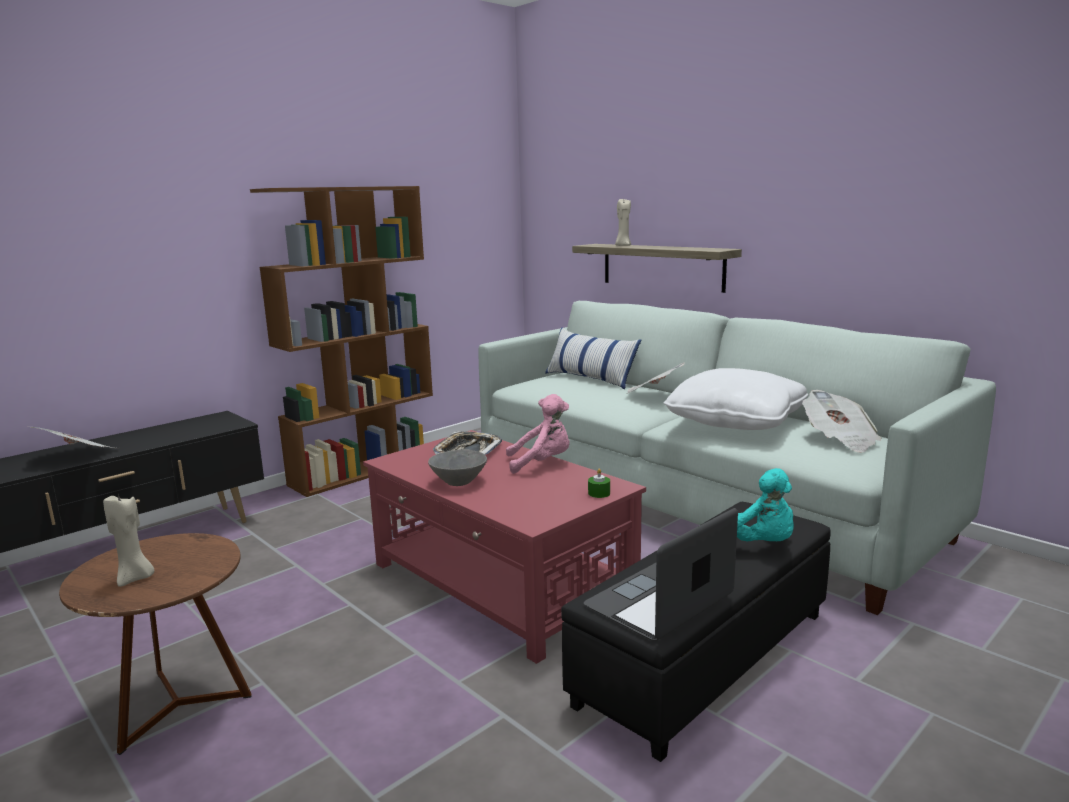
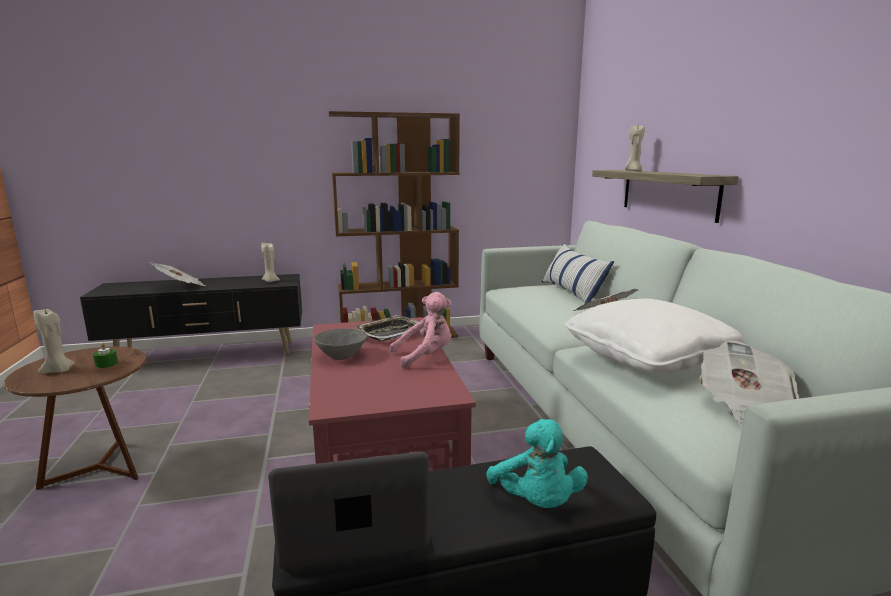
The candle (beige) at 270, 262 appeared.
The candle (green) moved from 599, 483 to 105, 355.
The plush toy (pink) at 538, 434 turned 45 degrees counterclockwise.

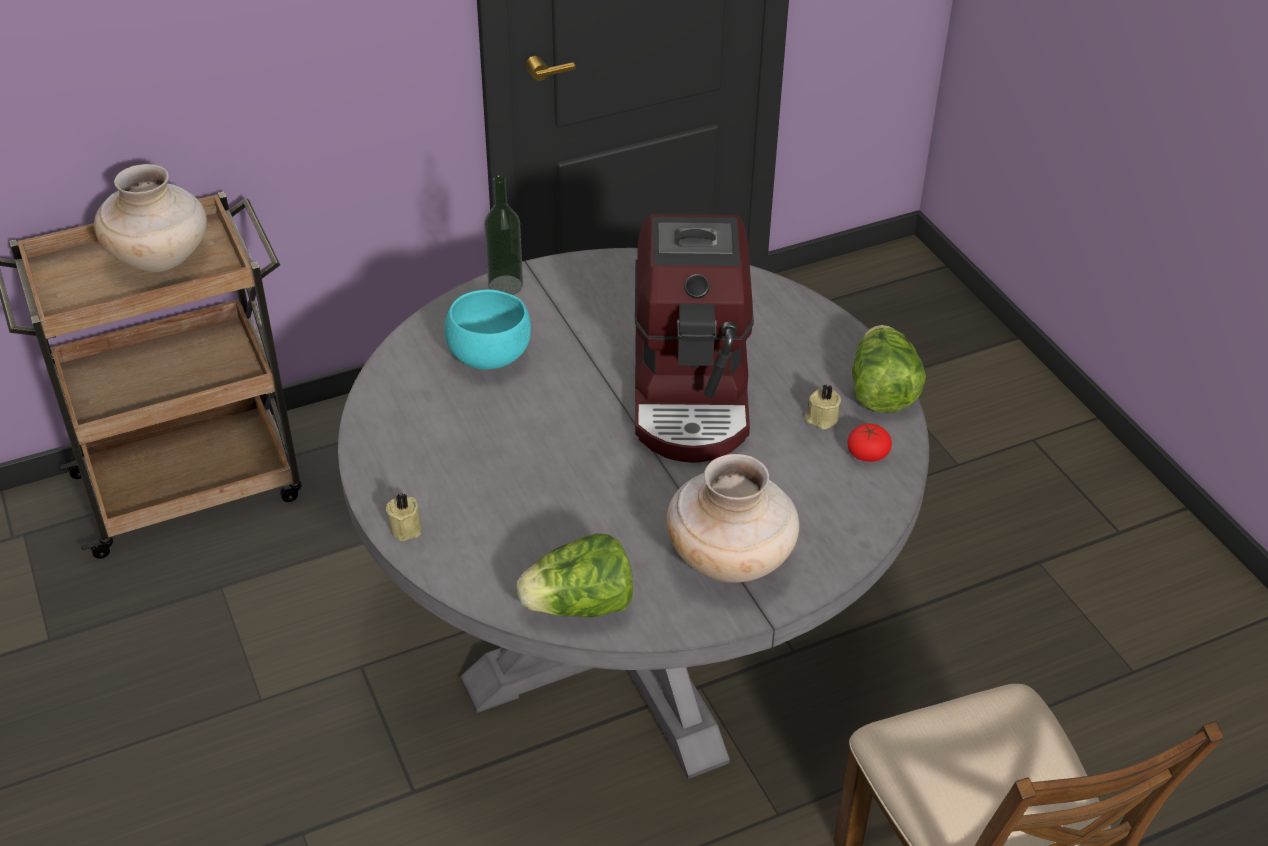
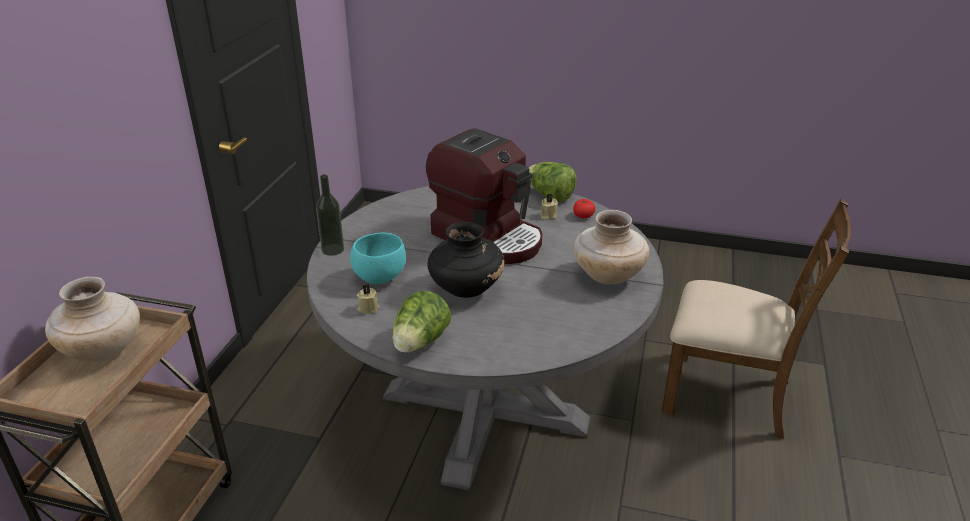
The vase (black) at 465, 260 appeared.
The candle (beige) moved from 403, 517 to 368, 299.
The lettuce moved from 575, 575 to 421, 321.

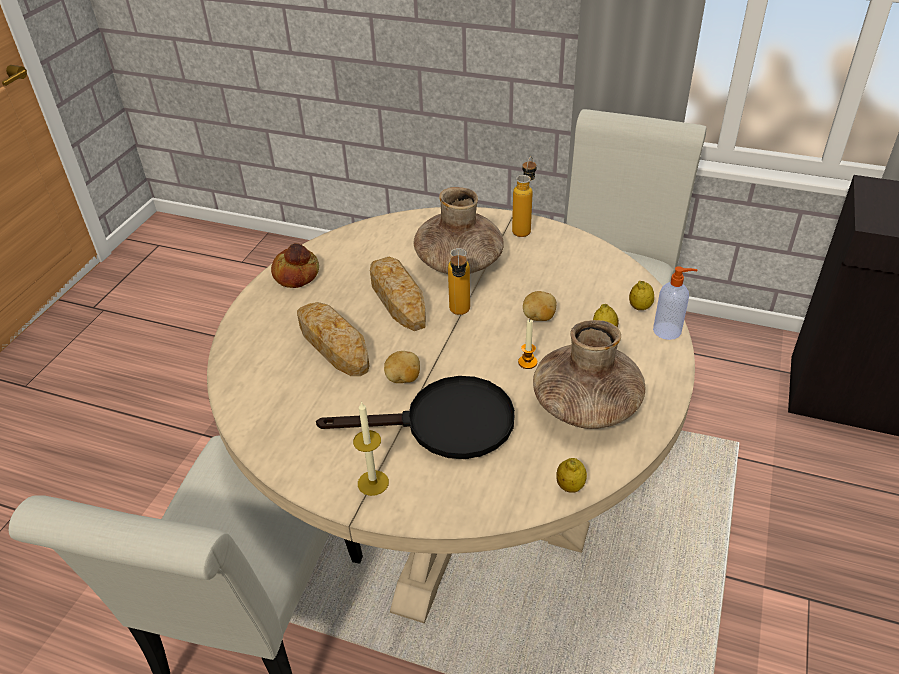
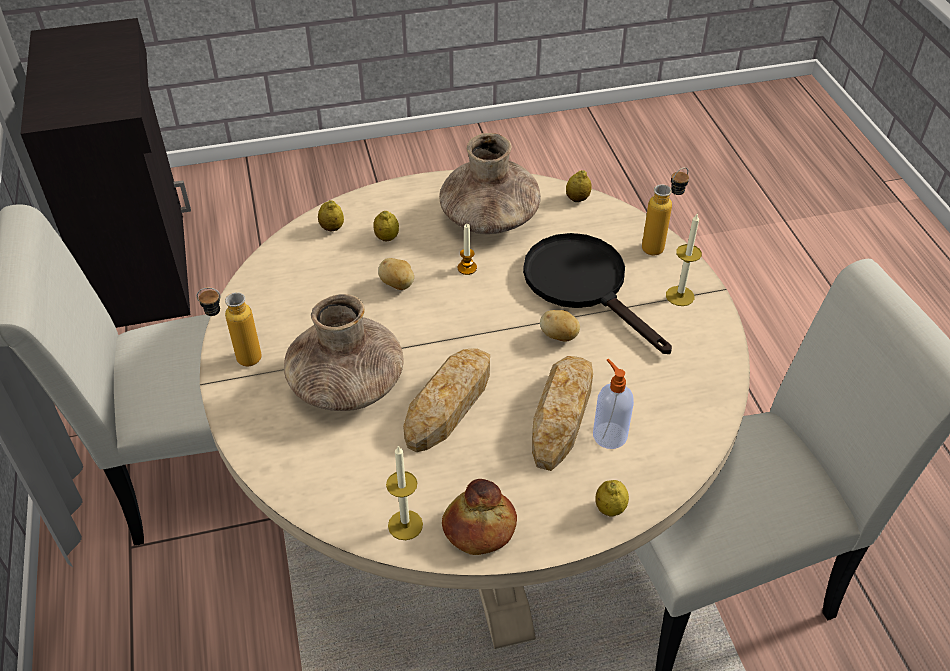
The candle at 404, 493 appeared.
The lemon at 612, 498 appeared.
The bottle moved from 459, 281 to 665, 211.
The soap dispenser moved from 675, 303 to 613, 404.

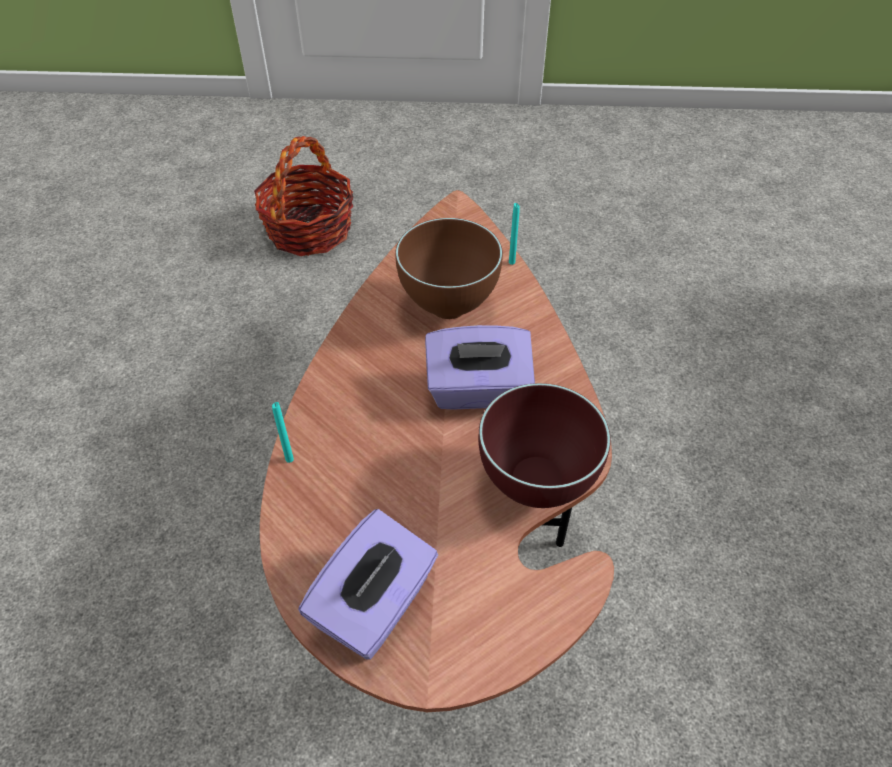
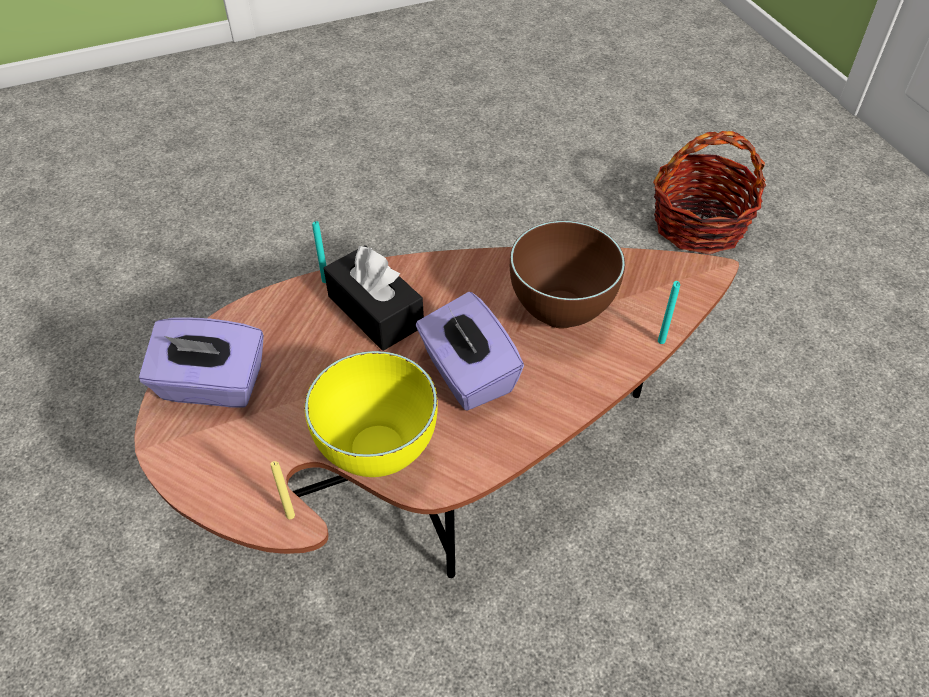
The candle (yellow) at 282, 490 appeared.
The tissue box (black) at 374, 297 appeared.
The bowl (brown) at 545, 445 became the bowl (yellow) at 371, 414.

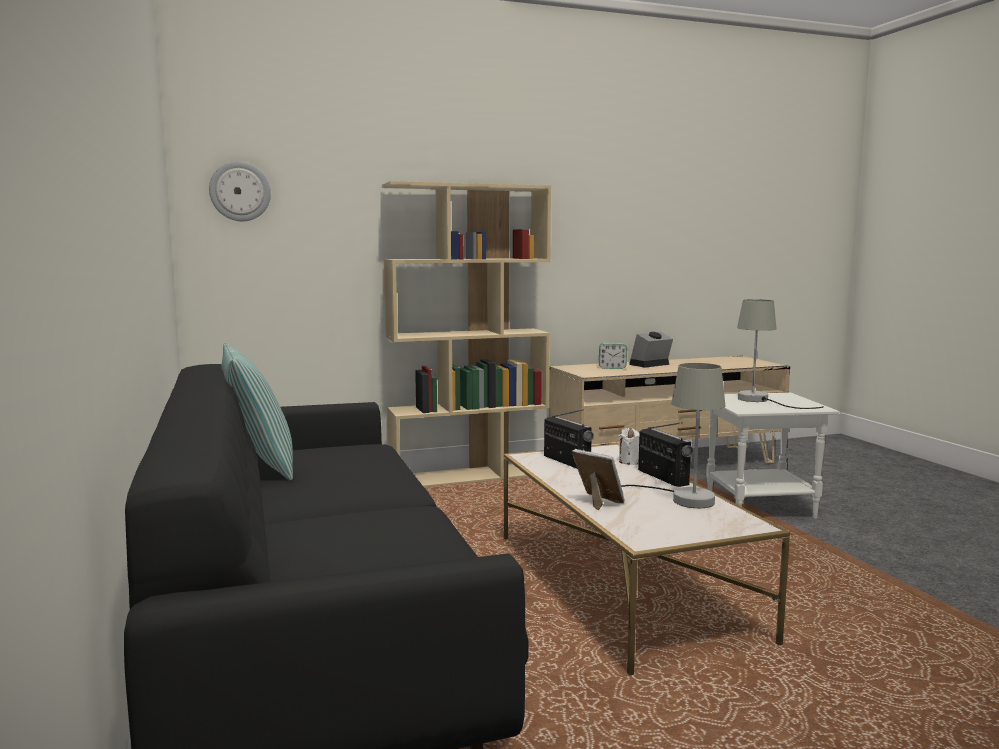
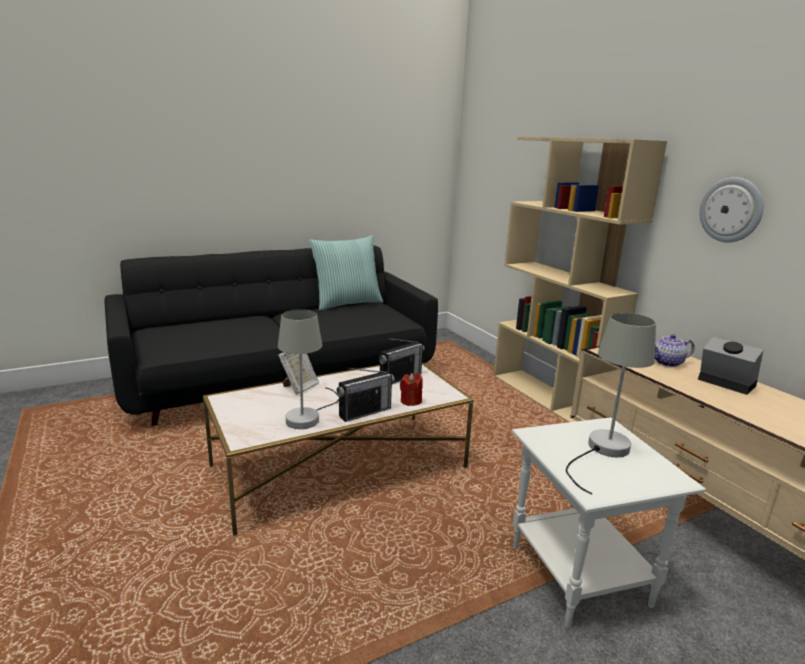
The wall clock moved from 240, 191 to 731, 210.
The alarm clock at 613, 356 was replaced by the teapot at 675, 350.
The candle (white) at 628, 446 became the candle (red) at 411, 389.

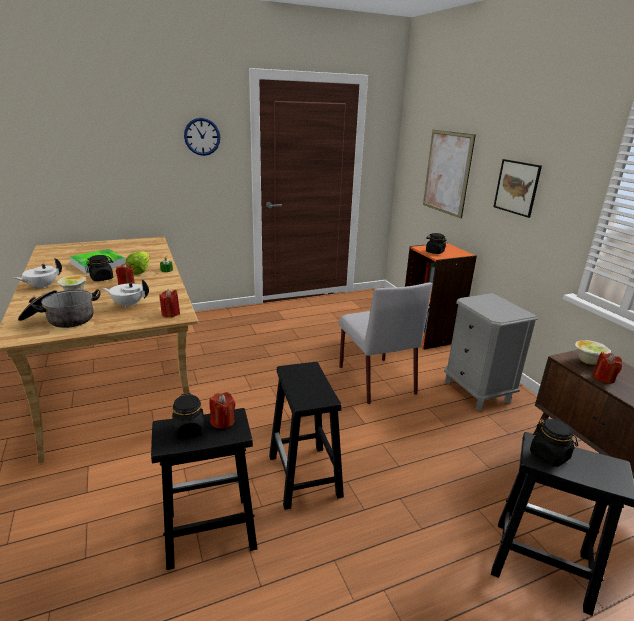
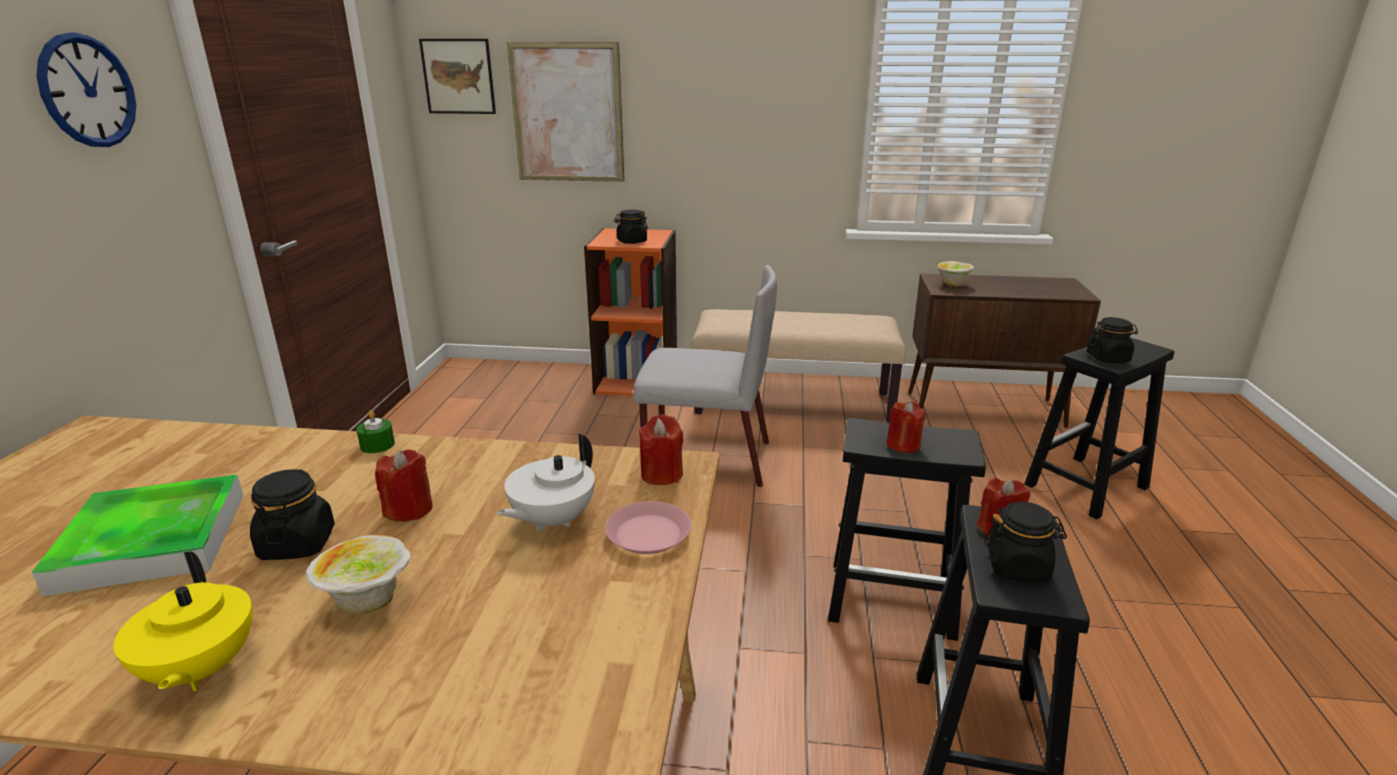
The cooking pot at 59, 308 disappeared.
The lettuce at 137, 263 disappeared.
The plate (pink) at 648, 527 appeared.
The picture moved from 517, 188 to 457, 76.
The candle (red) moved from 607, 368 to 906, 427.
The nightstand (grey) at 491, 352 was replaced by the bench (beige) at 798, 366.
The teapot (white) at 38, 273 became the teapot (yellow) at 183, 621.

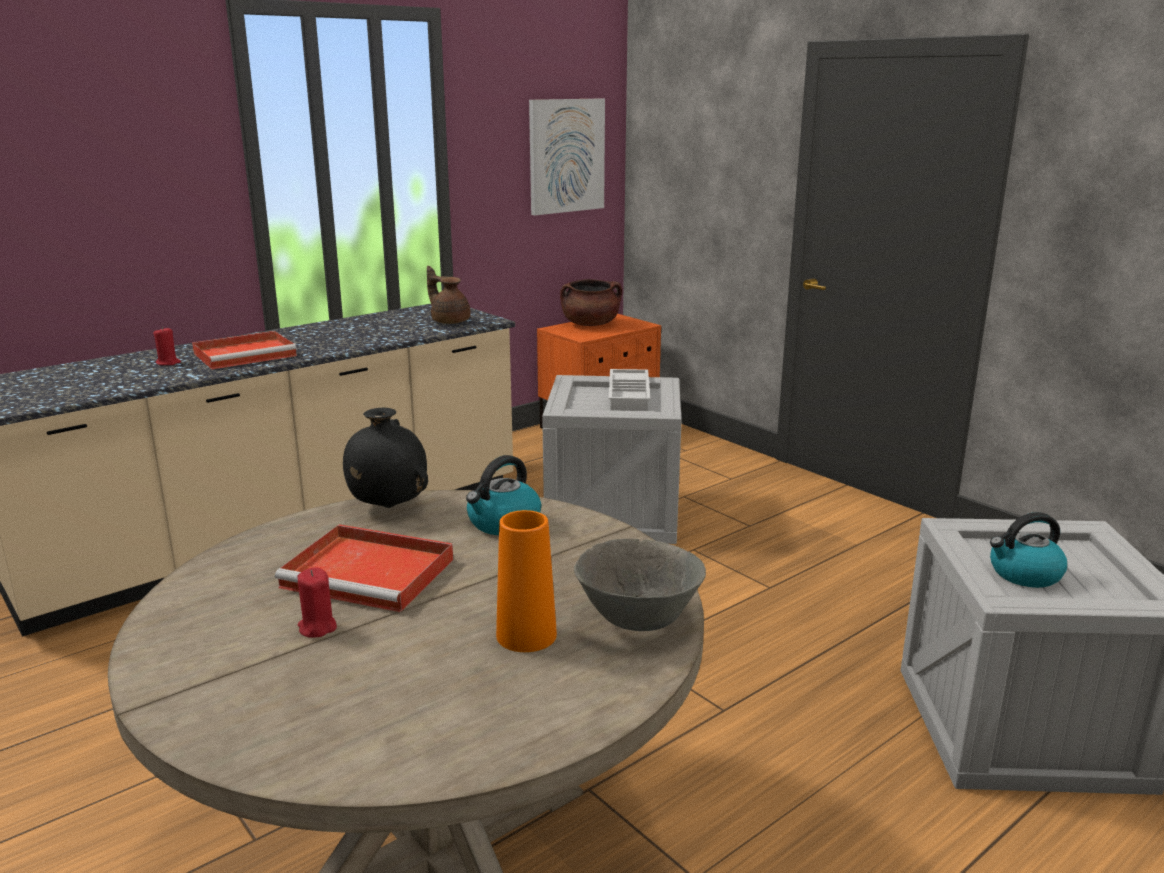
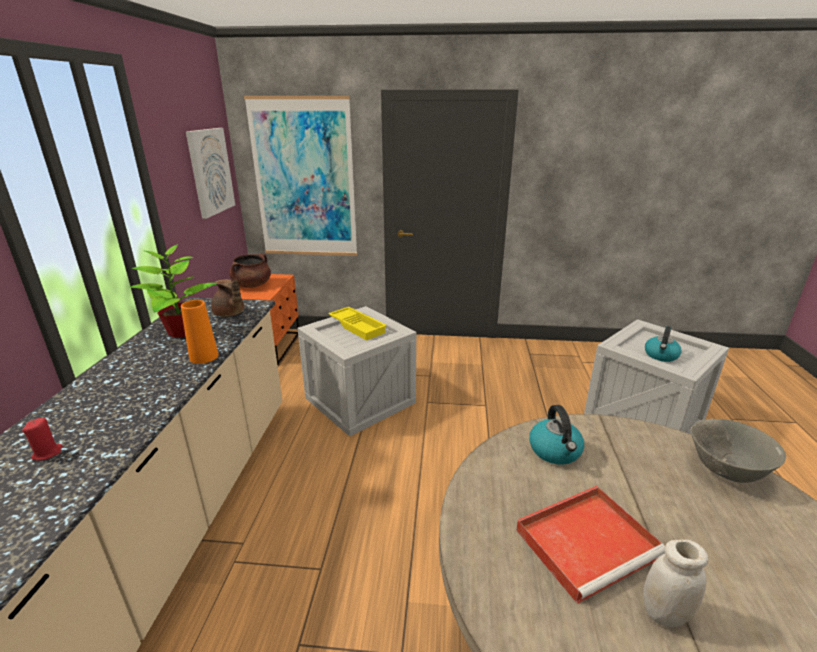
The tray (red) at 244, 350 disappeared.
The vase (black) at 385, 458 disappeared.
The potted plant at 173, 291 appeared.
The picture at 300, 176 appeared.
The vase (orange) moved from 526, 581 to 200, 332.
The candle (red) at 317, 602 was replaced by the jar (white) at 675, 583.
The tray (white) at 629, 390 became the tray (yellow) at 357, 324.
The teapot (brown) at 449, 295 turned 135 degrees counterclockwise.

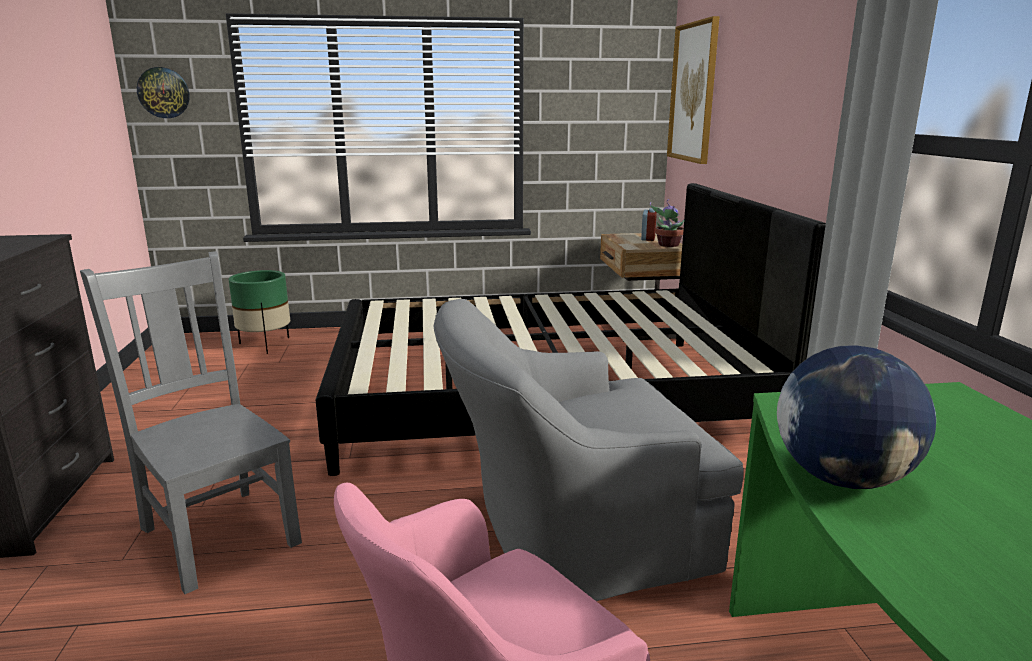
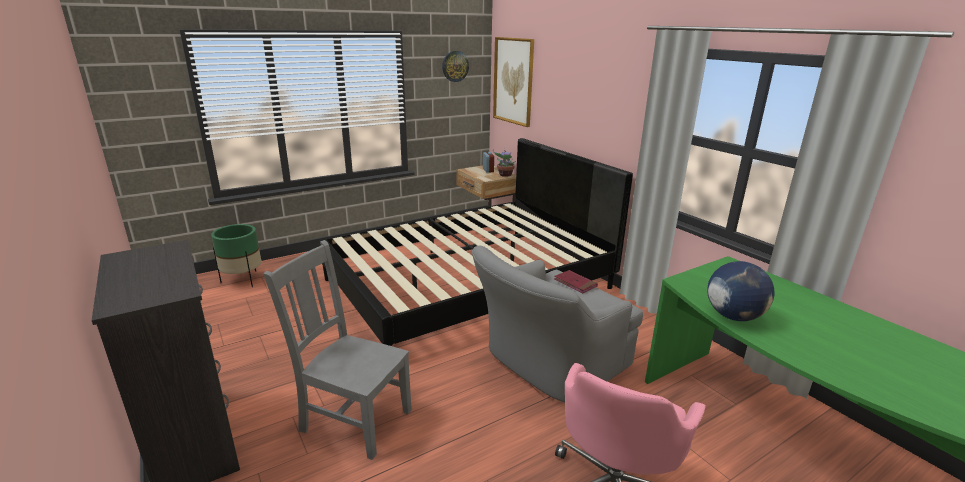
The book (red) at 576, 282 appeared.
The wall clock moved from 163, 92 to 455, 66.

